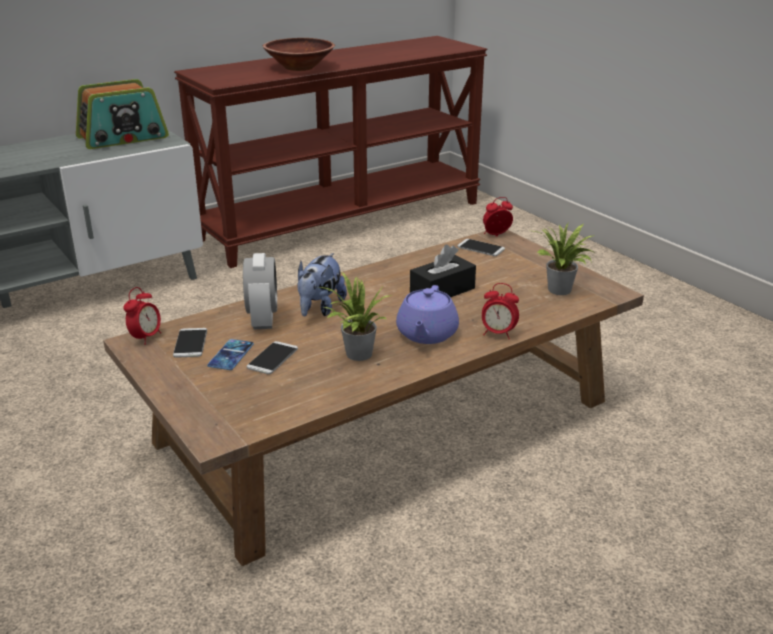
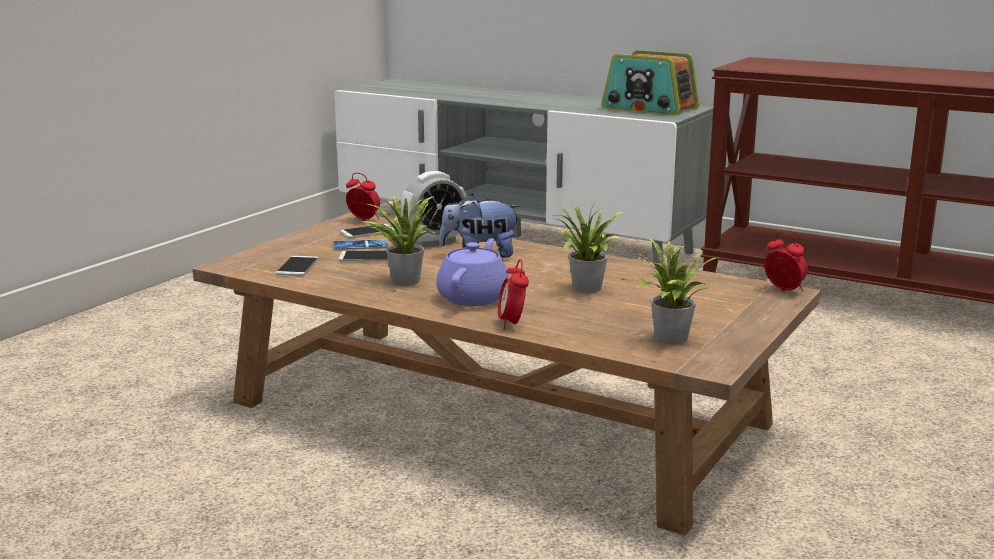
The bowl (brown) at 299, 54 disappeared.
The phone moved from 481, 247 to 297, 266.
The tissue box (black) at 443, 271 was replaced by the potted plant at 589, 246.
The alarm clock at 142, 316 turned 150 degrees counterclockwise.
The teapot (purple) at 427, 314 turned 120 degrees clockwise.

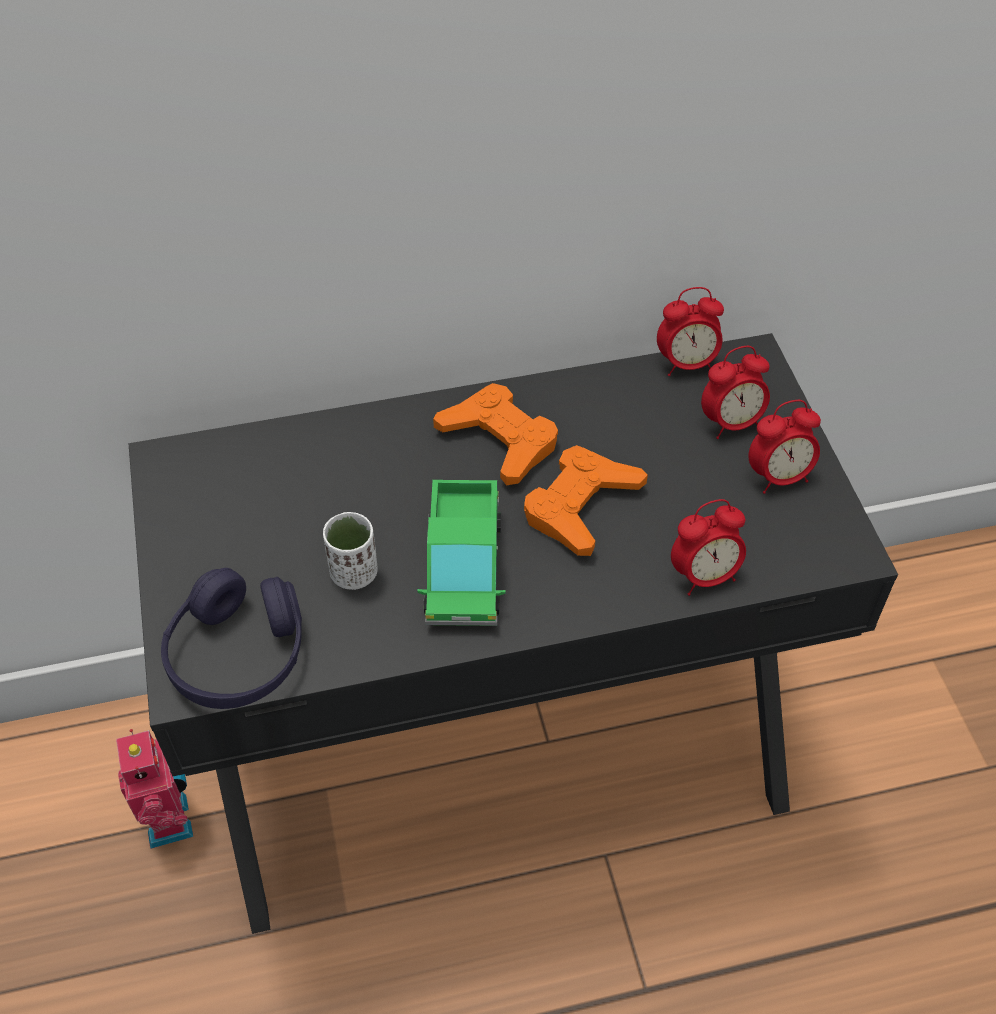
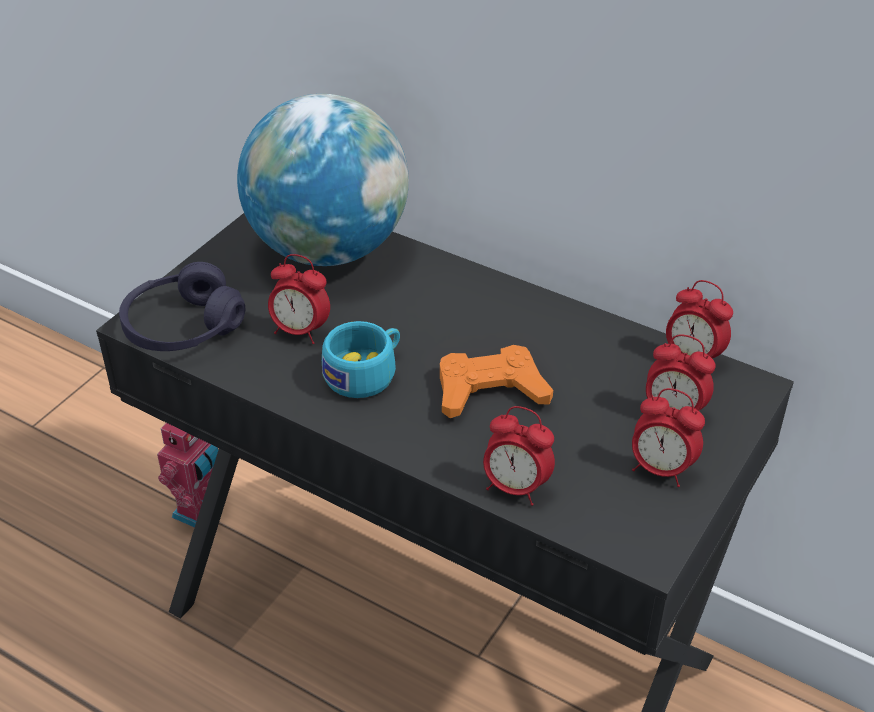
The game controller (orange) at 495, 434 disappeared.
The globe at 323, 180 appeared.
The cup (white) at 350, 551 was replaced by the alarm clock at 299, 299.
The toy truck at 461, 553 was replaced by the cup (turquoise) at 361, 359.

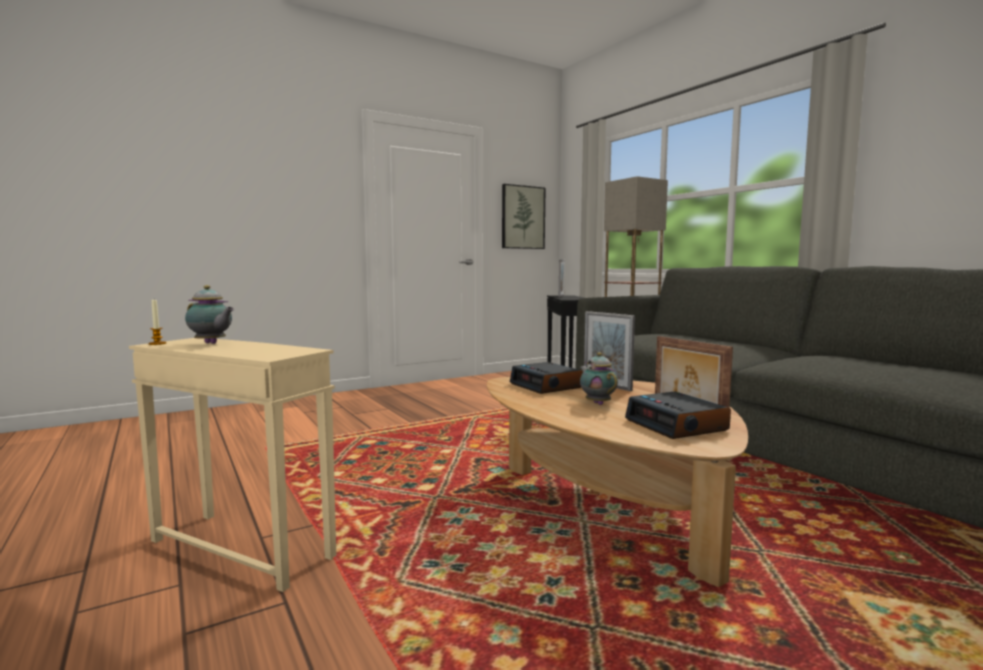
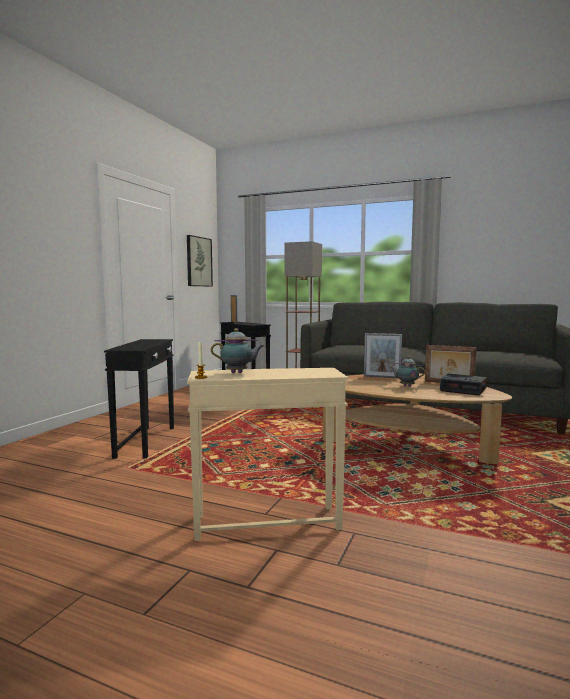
The alarm clock at 546, 378 disappeared.
The side table (black) at 139, 399 appeared.

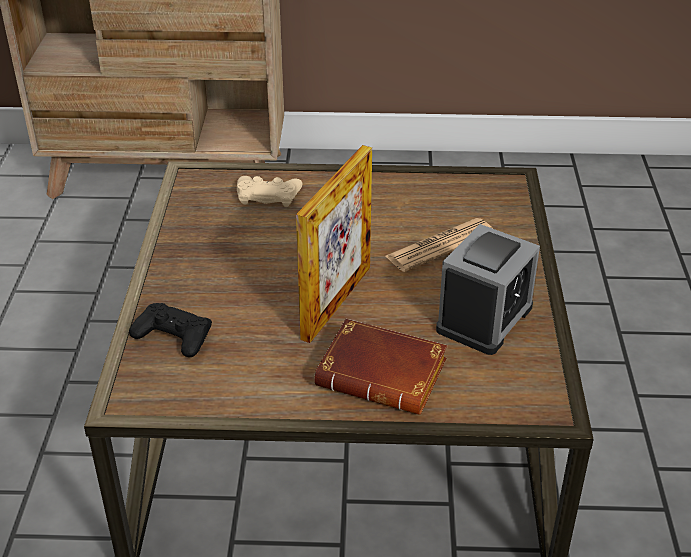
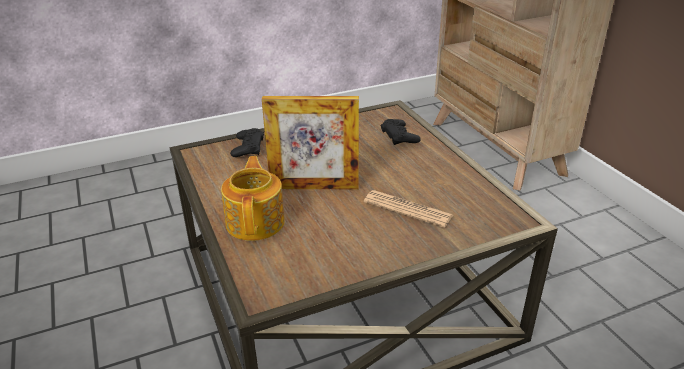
The alarm clock at 488, 289 disappeared.
The book (brown) at 380, 367 was replaced by the teapot at 253, 198.
The game controller (beige) at 270, 191 became the game controller (black) at 401, 132.

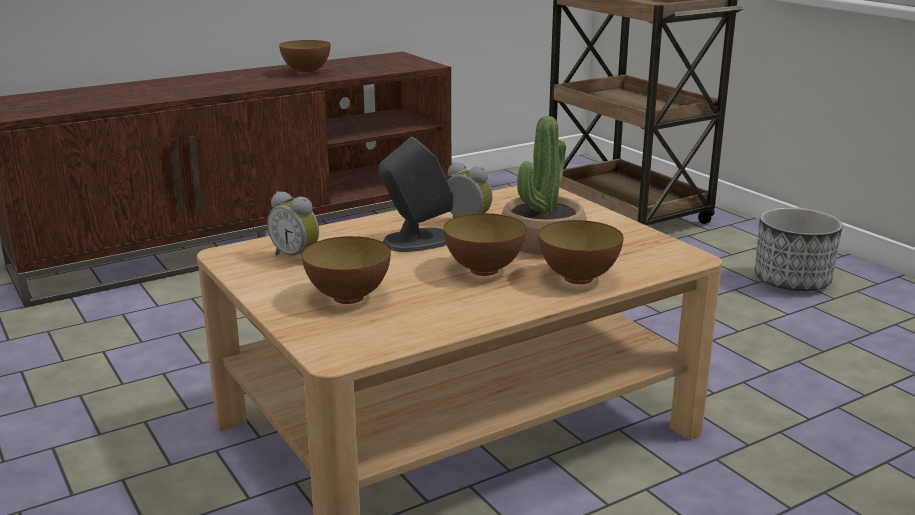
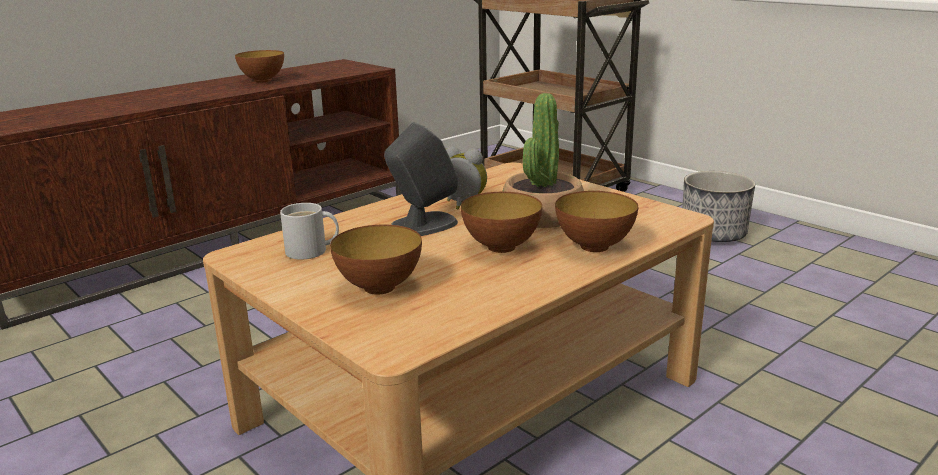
The alarm clock at 293, 224 was replaced by the mug (white) at 309, 231.

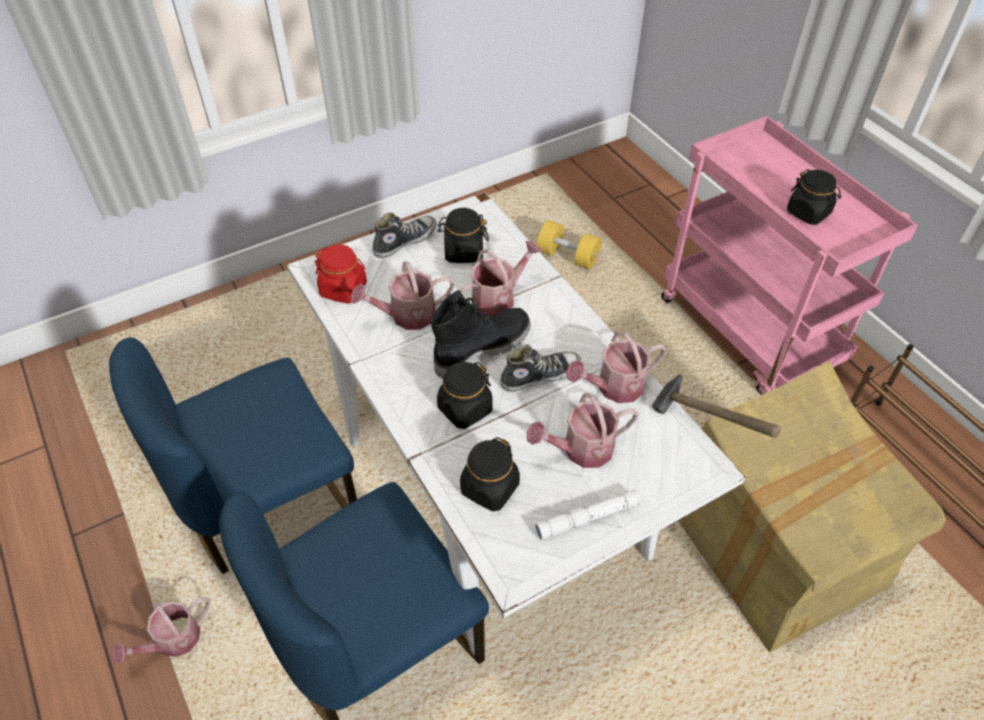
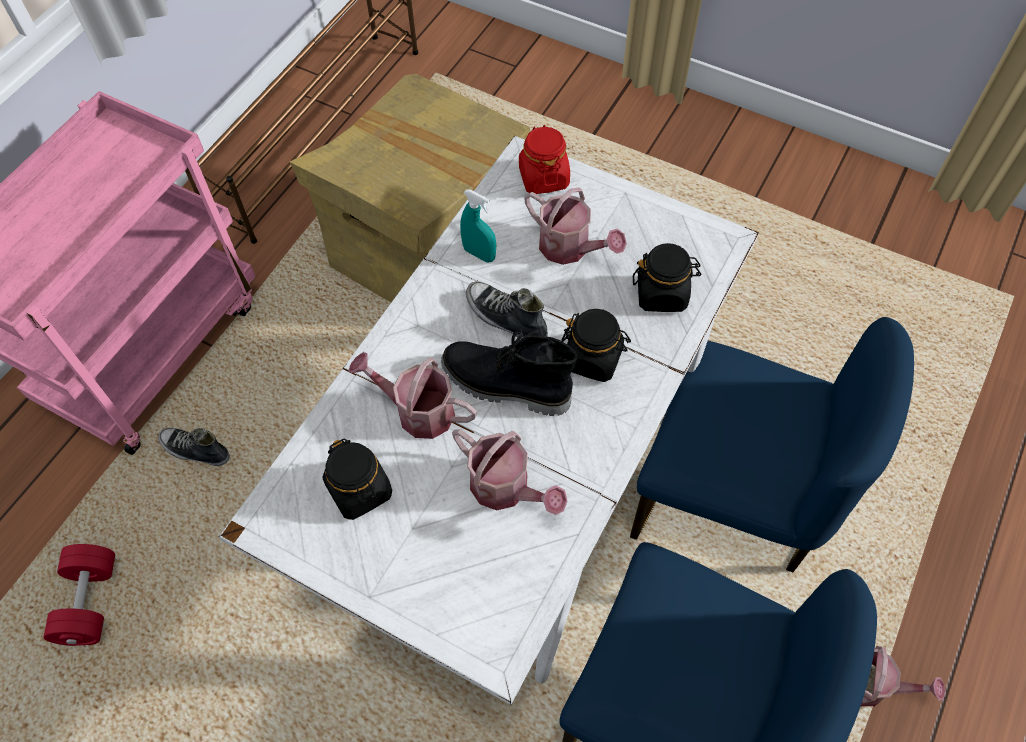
The flashlight (white) at 588, 514 disappeared.
The hammer at 716, 406 disappeared.
The jar (black) at 814, 197 disappeared.
The jar (red) moved from 340, 274 to 544, 159.
The shoe moved from 404, 235 to 194, 447.
The watering can at 616, 367 was replaced by the spray bottle (turquoise) at 478, 226.
The dumbbell (yellow) at 569, 244 became the dumbbell (red) at 79, 595.

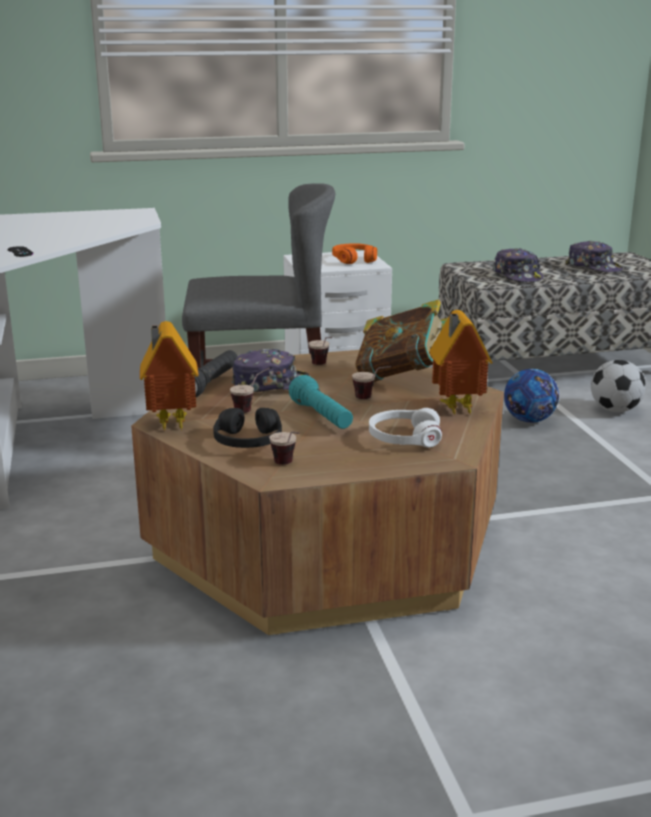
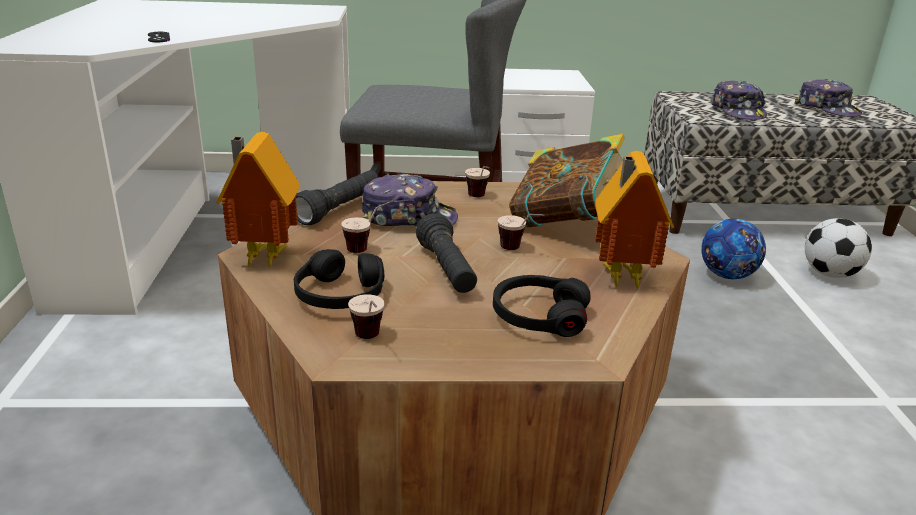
The headphones (orange) at 354, 253 disappeared.
The flashlight (turquoise) at 321, 402 became the flashlight (black) at 446, 253.
The headphones (white) at 405, 428 became the headphones (black) at 542, 306.

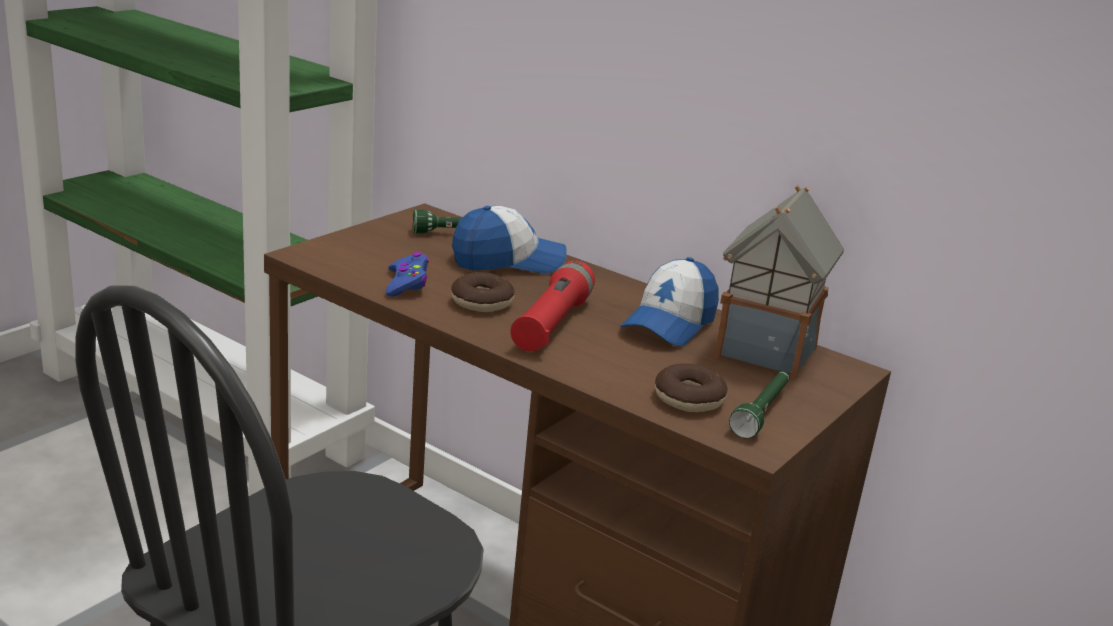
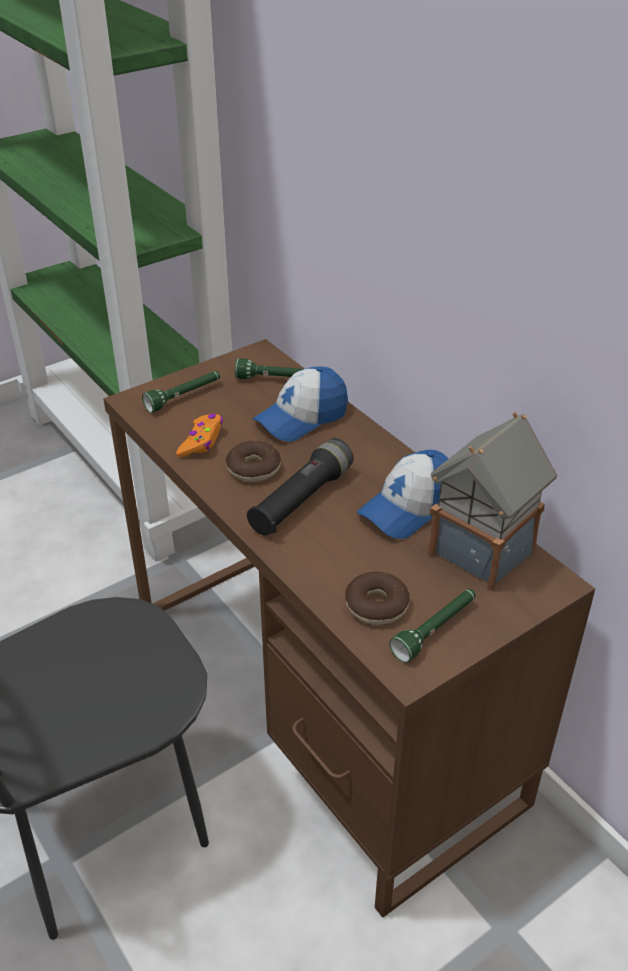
The flashlight (green) at 181, 392 appeared.
The game controller (blue) at 407, 274 became the game controller (orange) at 199, 435.
The flashlight (red) at 552, 306 became the flashlight (black) at 300, 487.
The cap at 509, 240 turned 135 degrees clockwise.

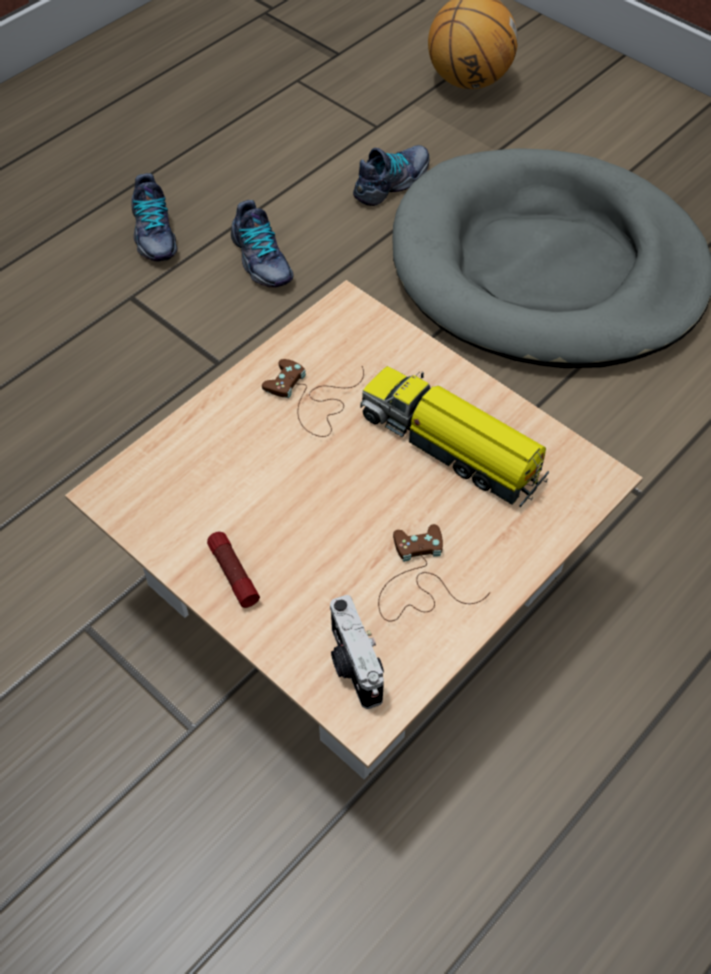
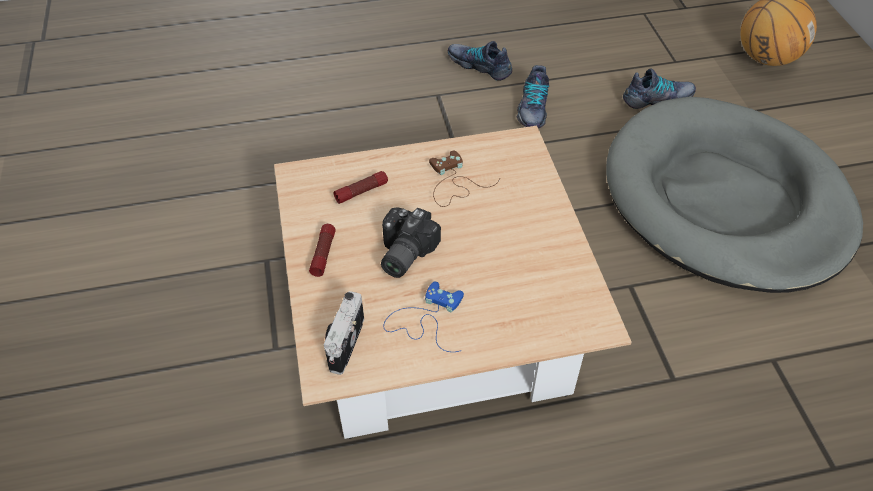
The toy truck at 454, 436 disappeared.
The flashlight at 361, 187 appeared.
The photo camera at 411, 242 appeared.
The game controller (brown) at 434, 572 became the game controller (blue) at 423, 317.
The shoe at 154, 217 turned 105 degrees clockwise.

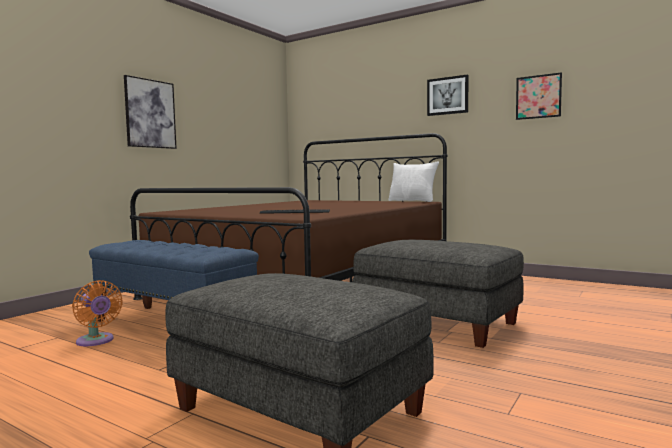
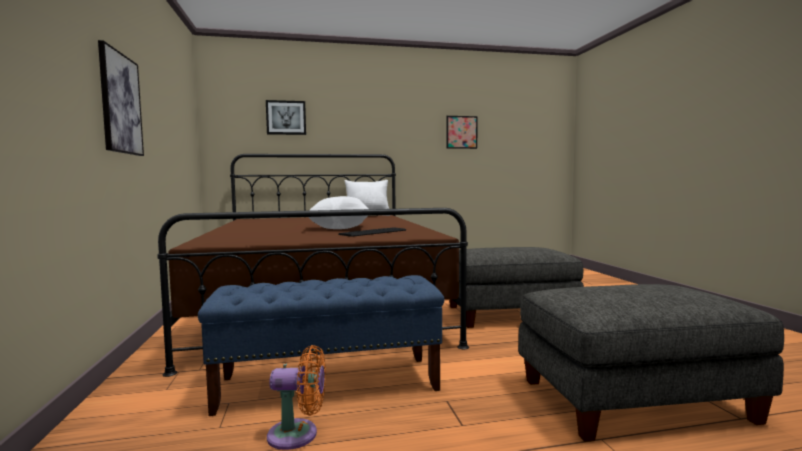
The pillow (white) at 339, 212 appeared.
The picture moved from 448, 95 to 286, 117.

